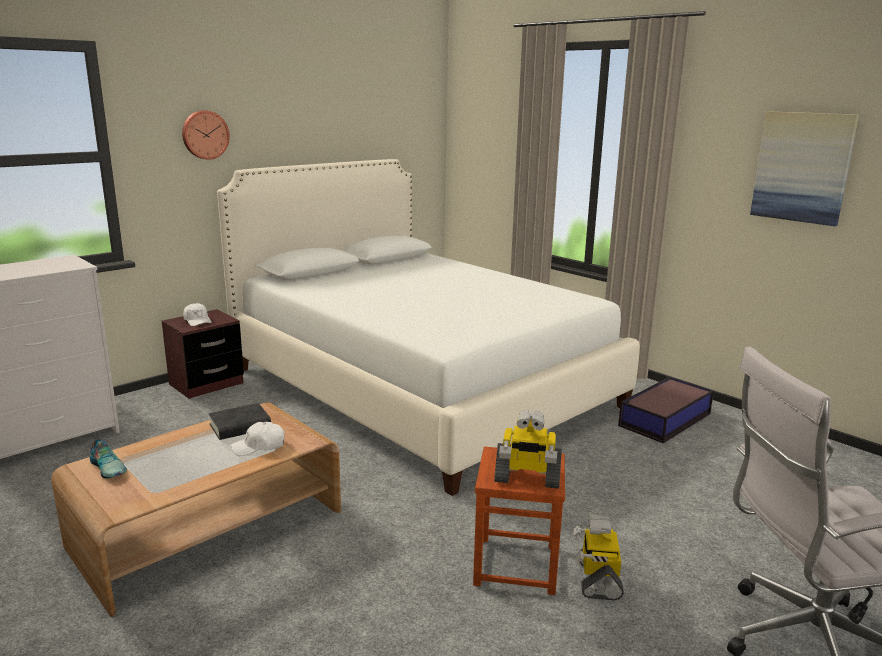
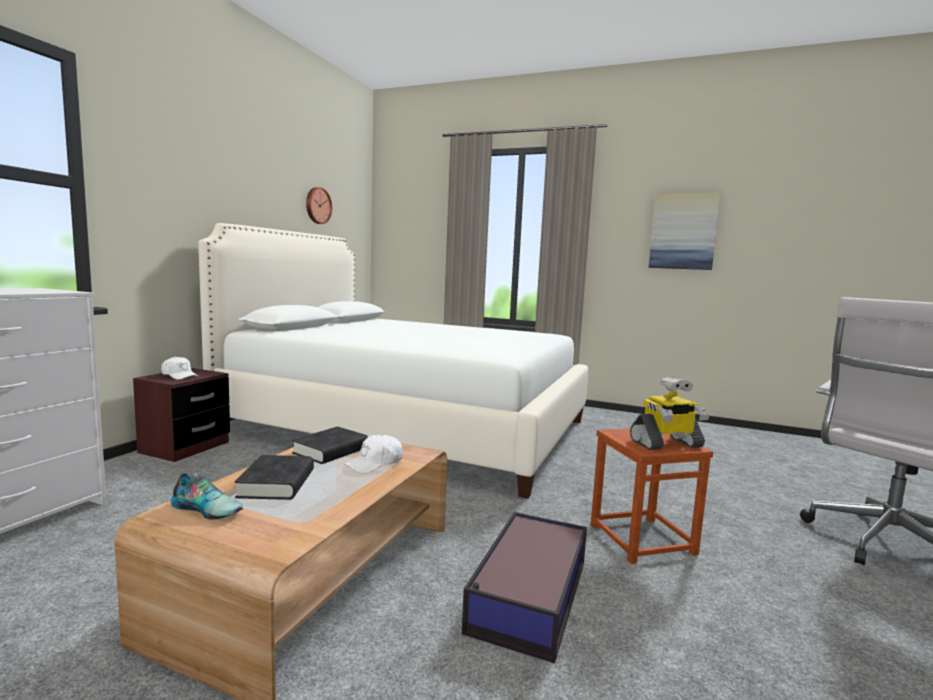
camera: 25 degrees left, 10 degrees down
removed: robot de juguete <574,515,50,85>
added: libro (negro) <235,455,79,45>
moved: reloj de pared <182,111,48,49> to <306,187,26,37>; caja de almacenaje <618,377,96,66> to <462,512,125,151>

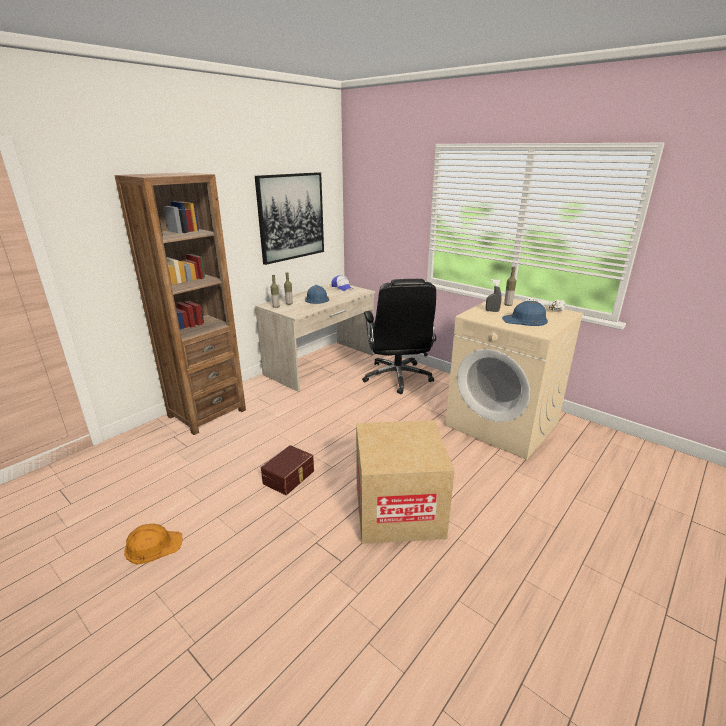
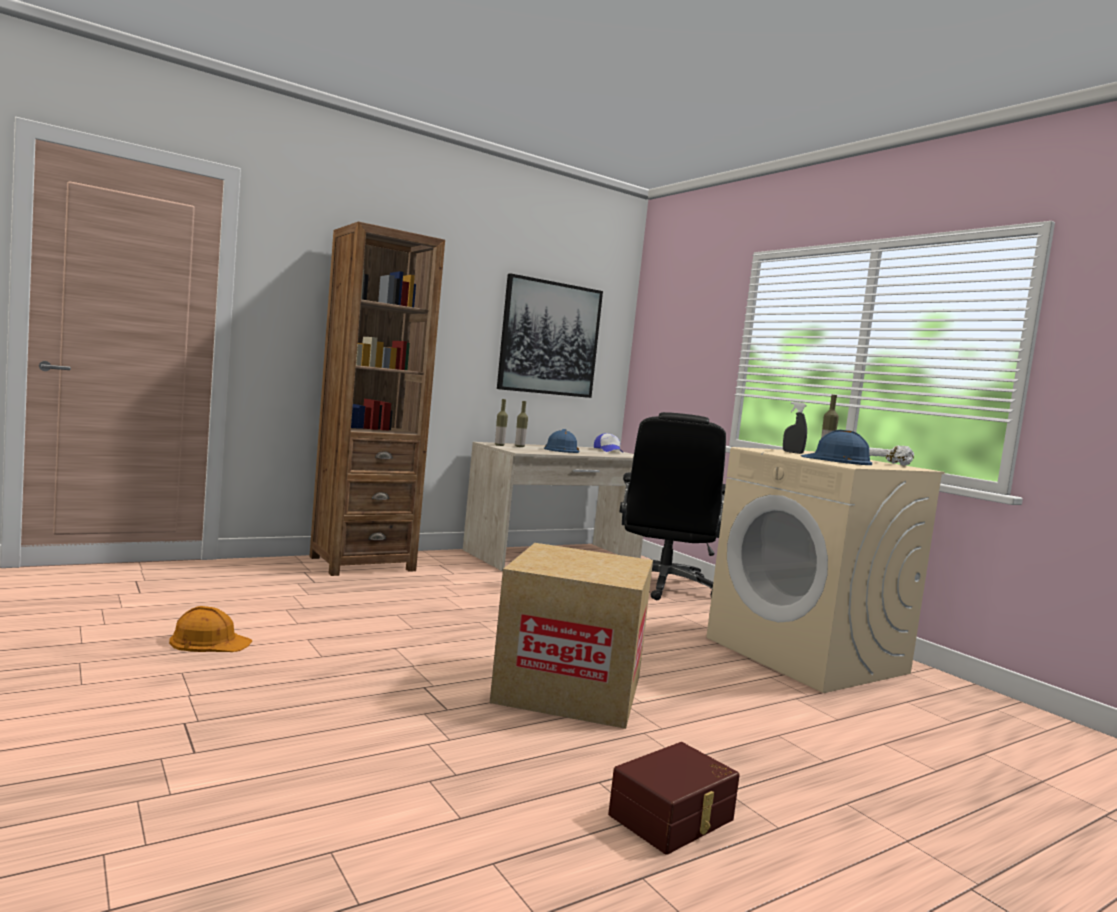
camera: 15 degrees right, 20 degrees down
moved: caja de almacenaje (marrón) <261,445,53,50> to <608,742,132,112>

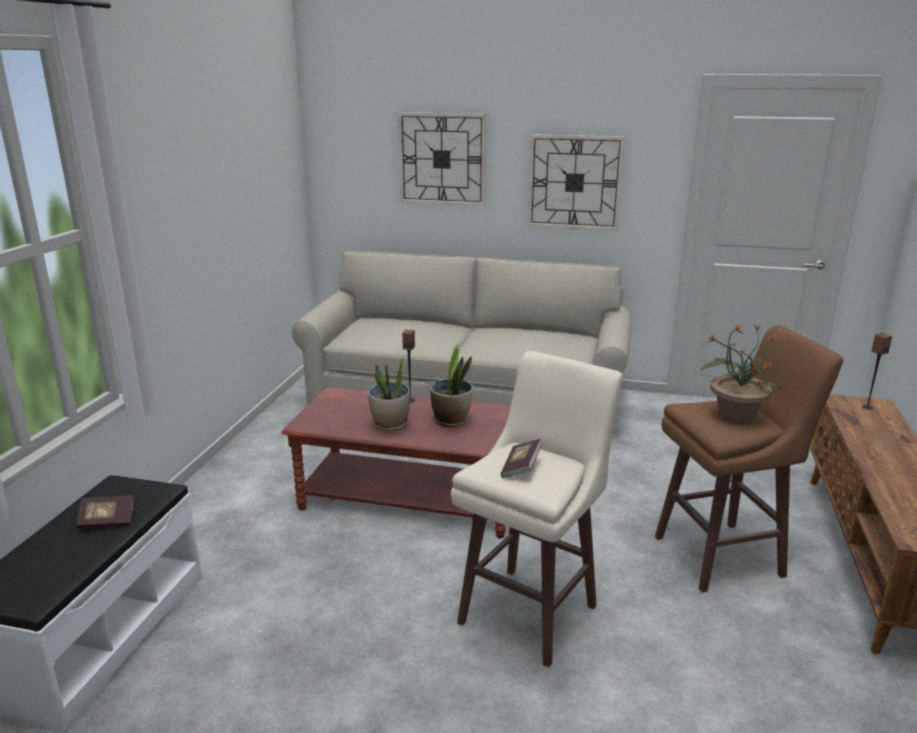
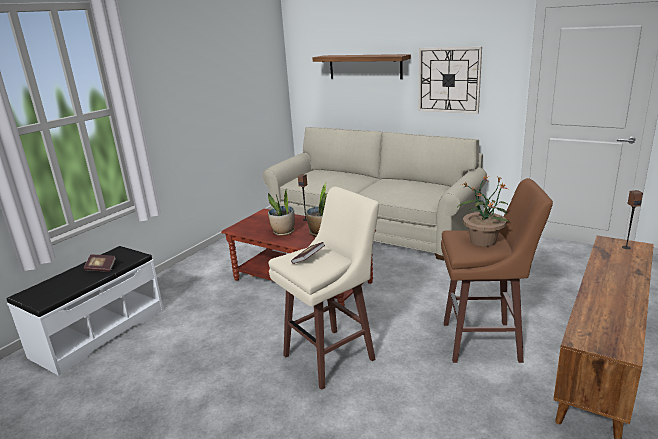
camera: 20 degrees right, 0 degrees up
replaced: reloj de pared <398,112,88,94> to estante <312,54,99,25>

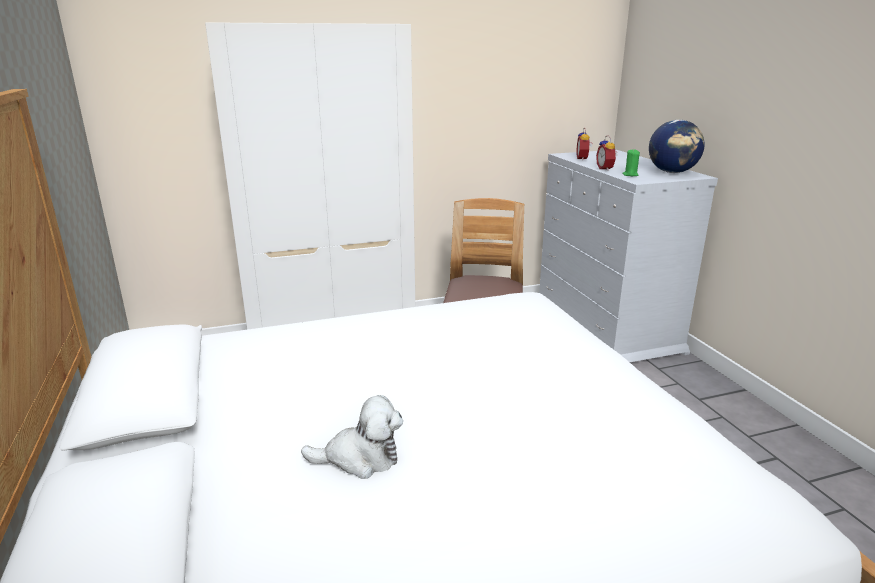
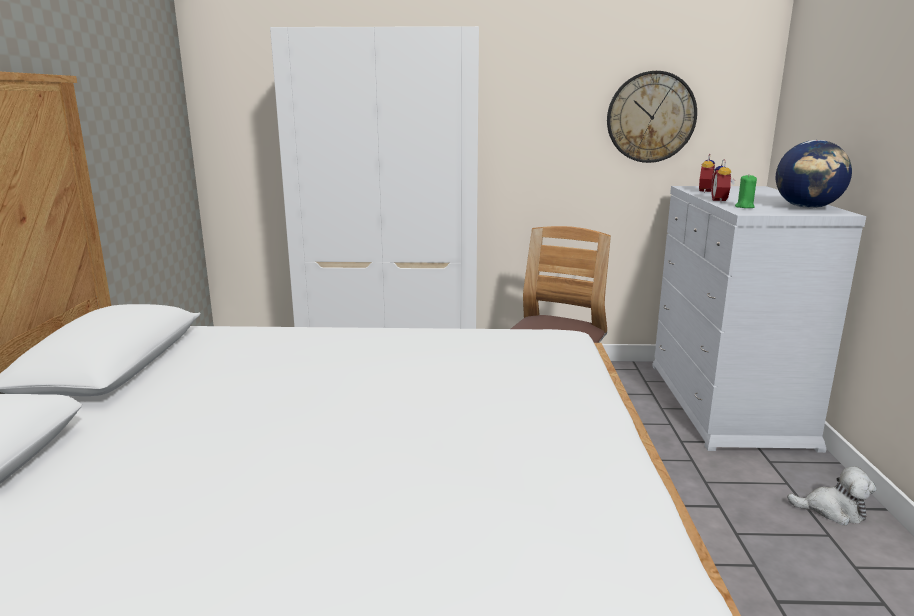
camera: 20 degrees right, 5 degrees down
added: reloj de pared <607,71,90,92>
moved: peluche <301,395,102,84> to <787,466,89,60>

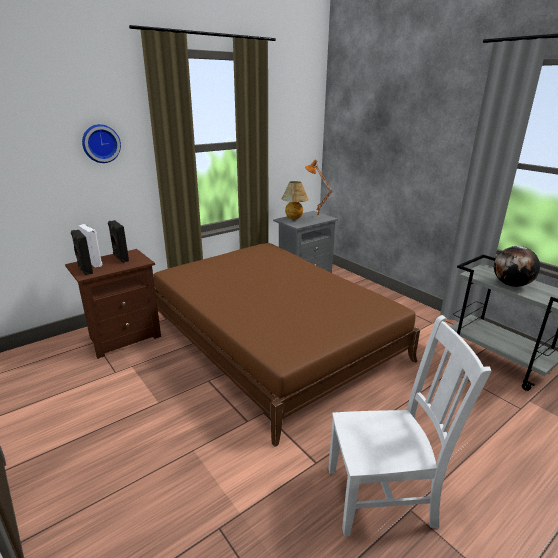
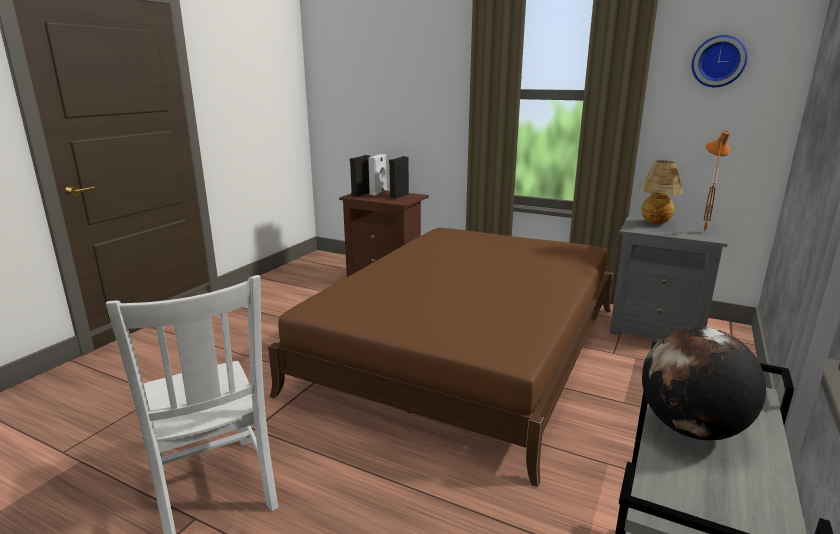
camera: 65 degrees right, 5 degrees down
moved: reloj de pared <82,124,39,39> to <692,35,56,52>

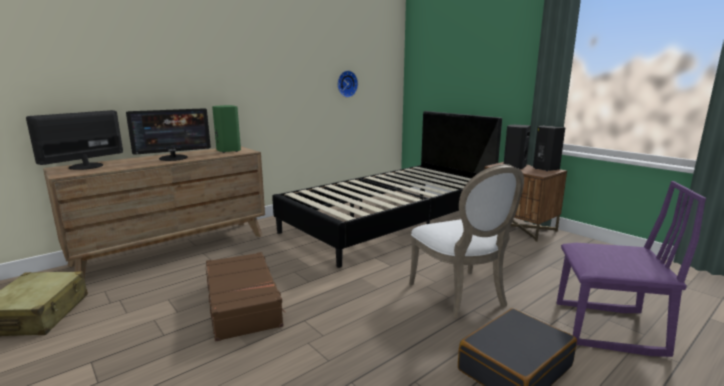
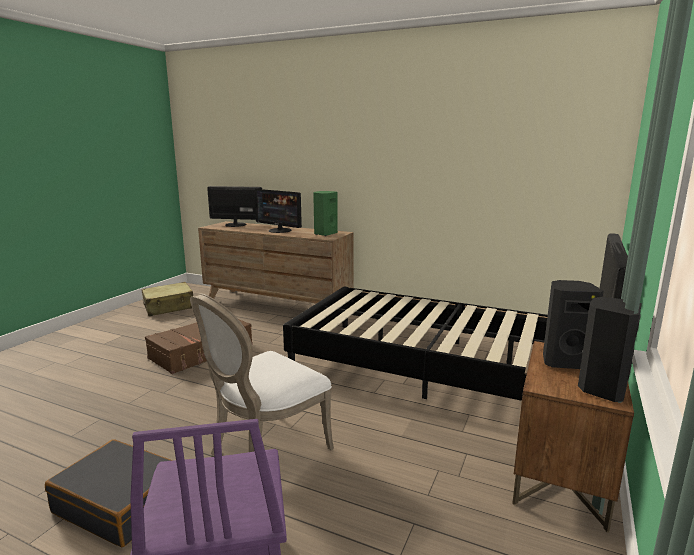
camera: 65 degrees right, 0 degrees up
removed: reloj de pared <337,70,21,28>

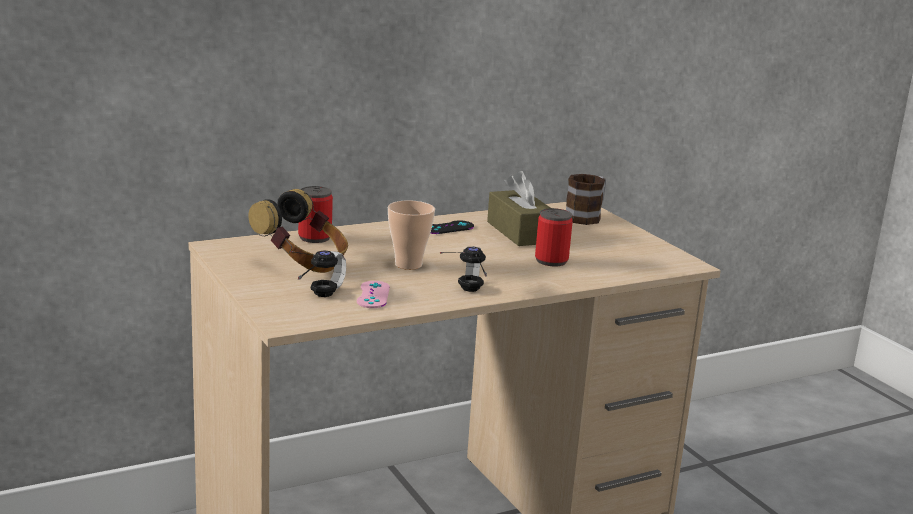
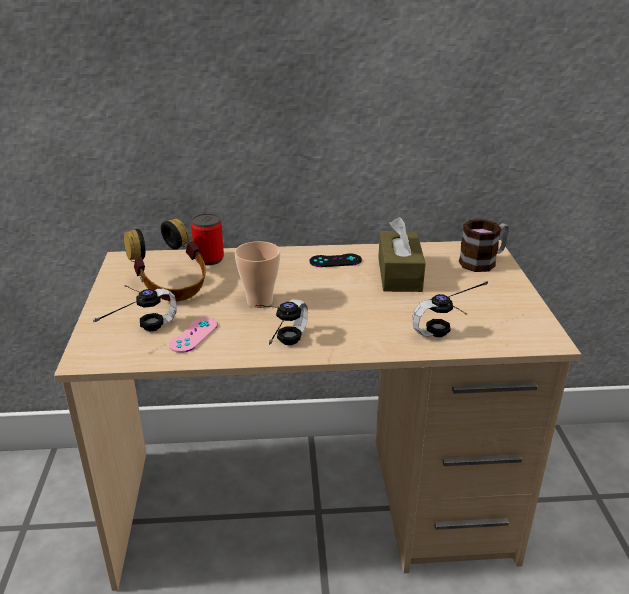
camera: 25 degrees right, 10 degrees up
removed: lata <535,208,38,58>
added: auriculares <412,281,76,56>

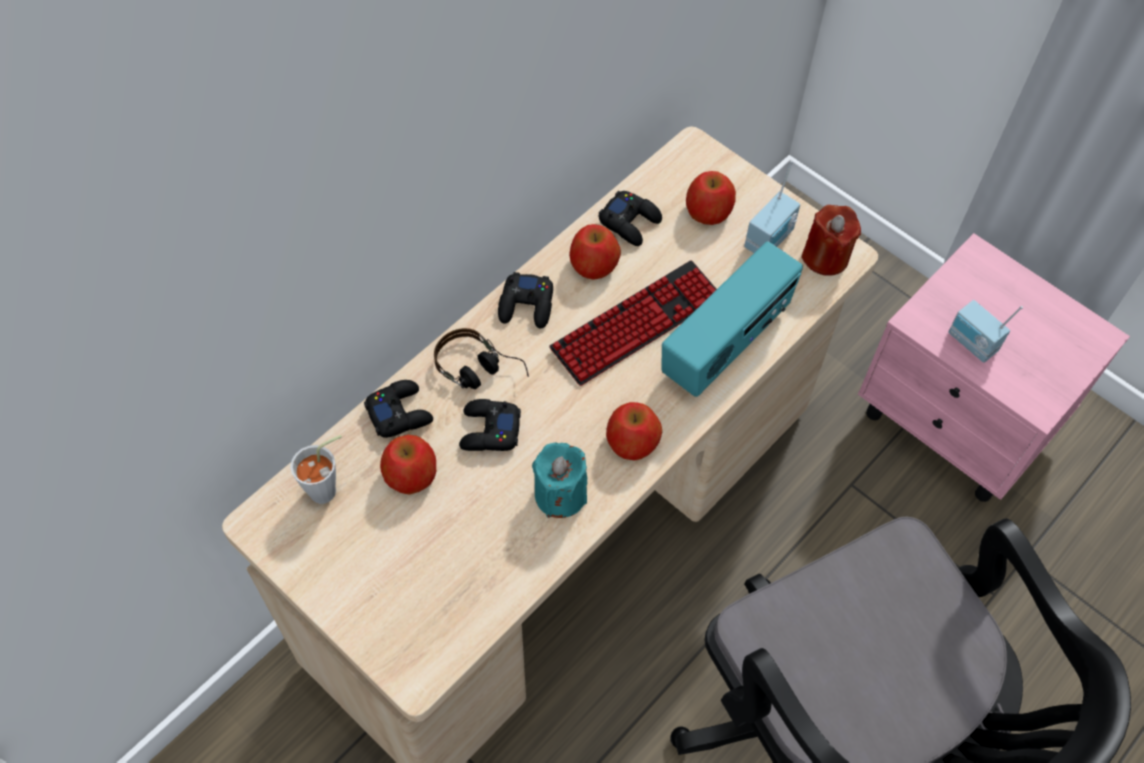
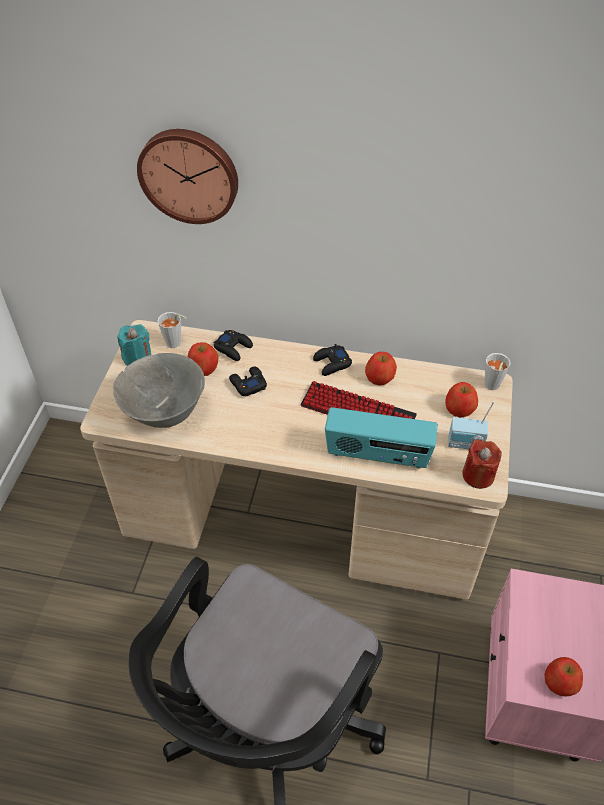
camera: 60 degrees right, 10 degrees down
removed: auriculares <434,328,95,61>; mando de consola (negro) <598,191,64,55>; radio <948,300,75,63>
added: cuenco (gris) <113,353,92,75>; reloj de pared <137,129,101,95>; taza (gris) <484,353,27,37>
moved: vela (turquesa) <532,443,55,75> to <117,324,34,42>; manzana <606,402,56,59> to <545,657,38,40>

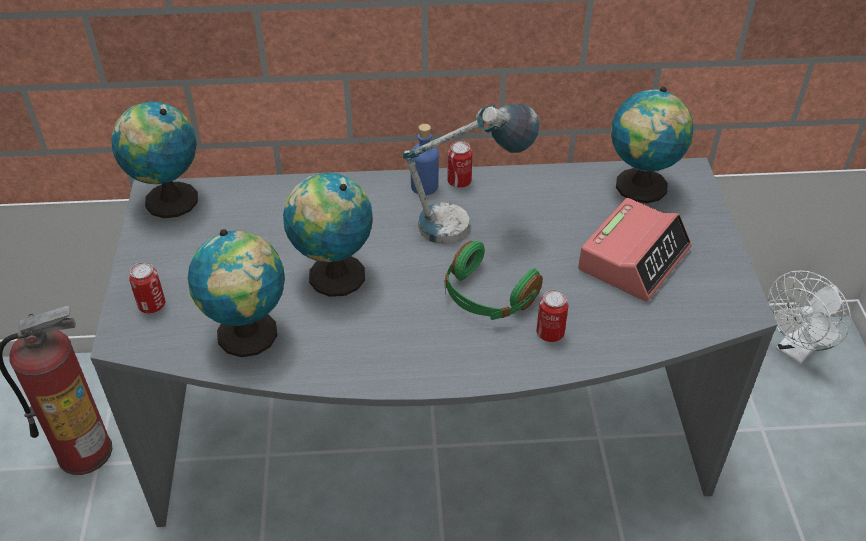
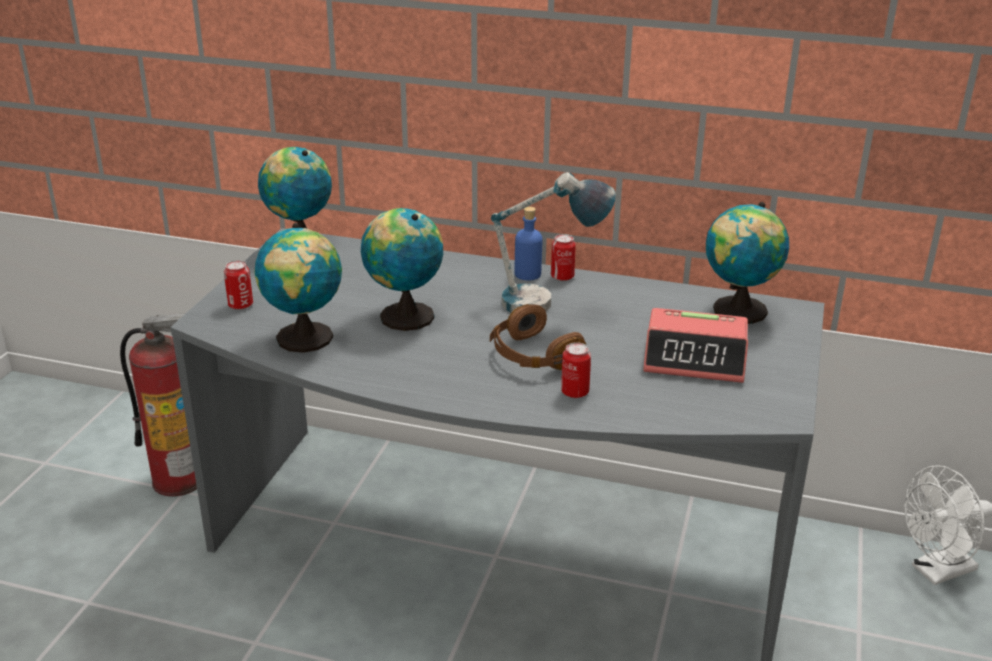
camera: 20 degrees right, 15 degrees down
recoloured: auriculares (verde) <445,241,98,79> to auriculares (marrón) <490,304,96,66>
turned: despertador <578,198,114,103> = <643,308,105,75> 45 degrees clockwise

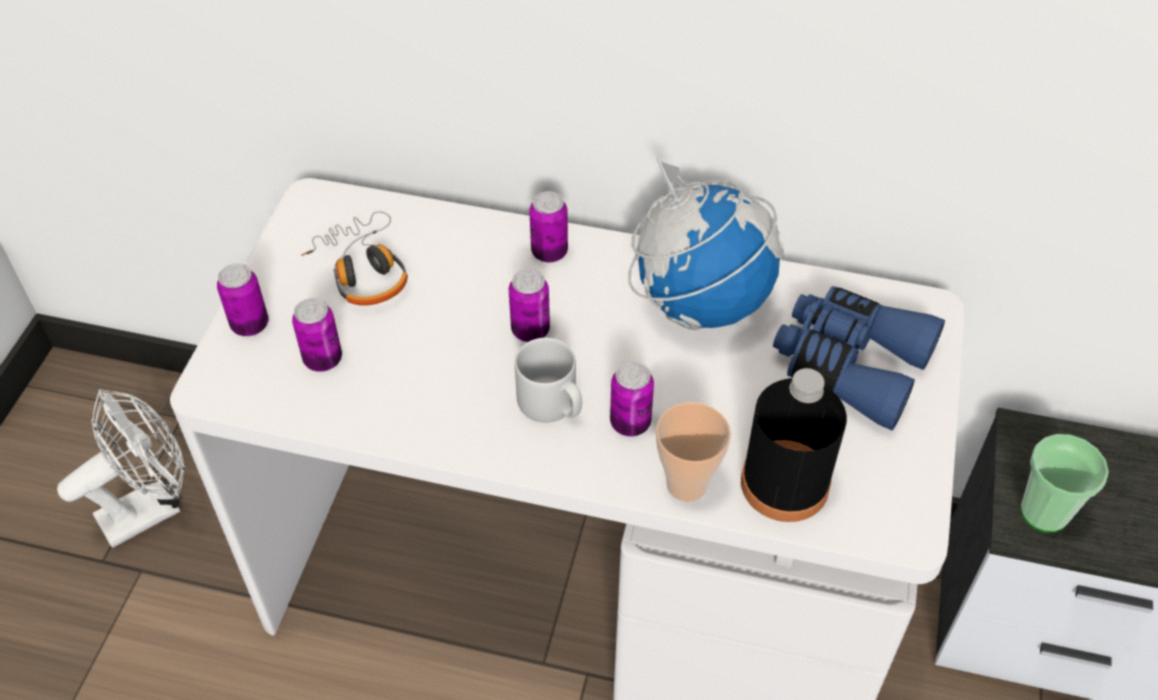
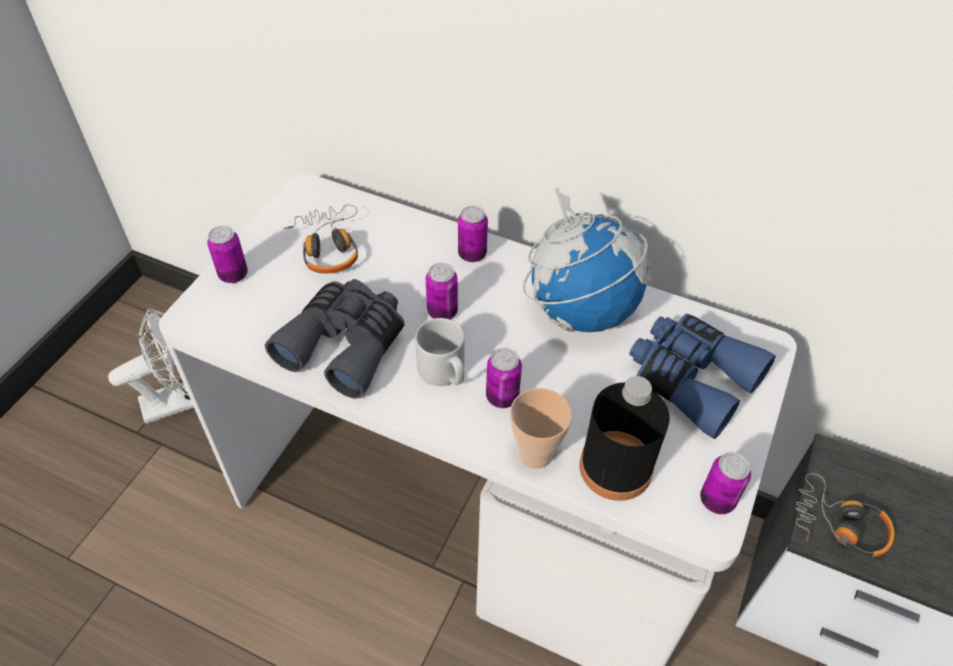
camera: 10 degrees right, 0 degrees up
added: prismáticos (gris) <265,279,140,120>
moved: lata <292,298,50,74> to <700,452,51,62>
replaced: taza <1020,434,89,99> to auriculares <796,473,98,84>

